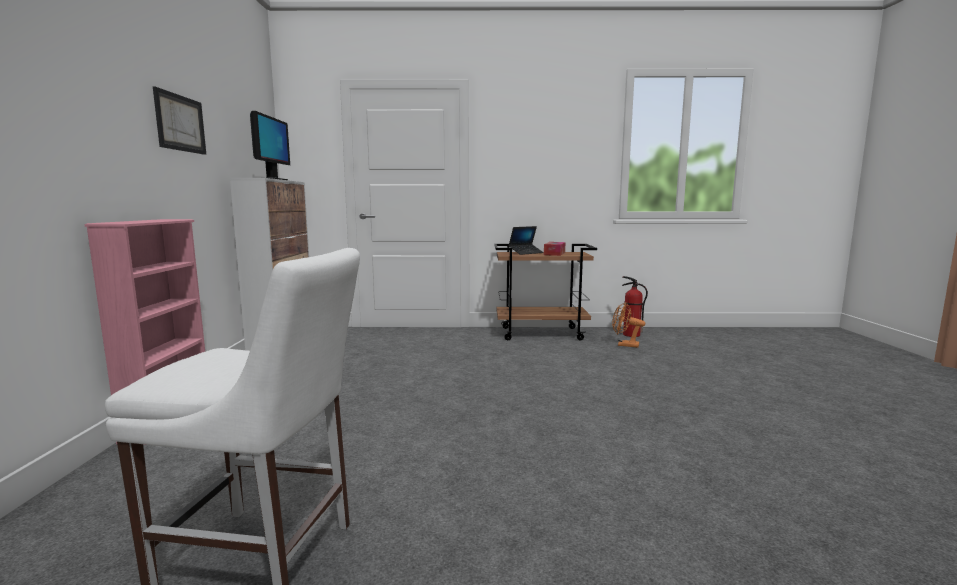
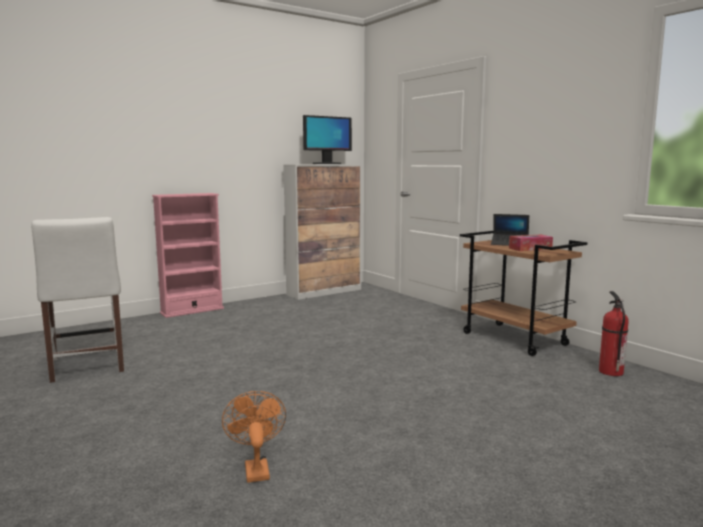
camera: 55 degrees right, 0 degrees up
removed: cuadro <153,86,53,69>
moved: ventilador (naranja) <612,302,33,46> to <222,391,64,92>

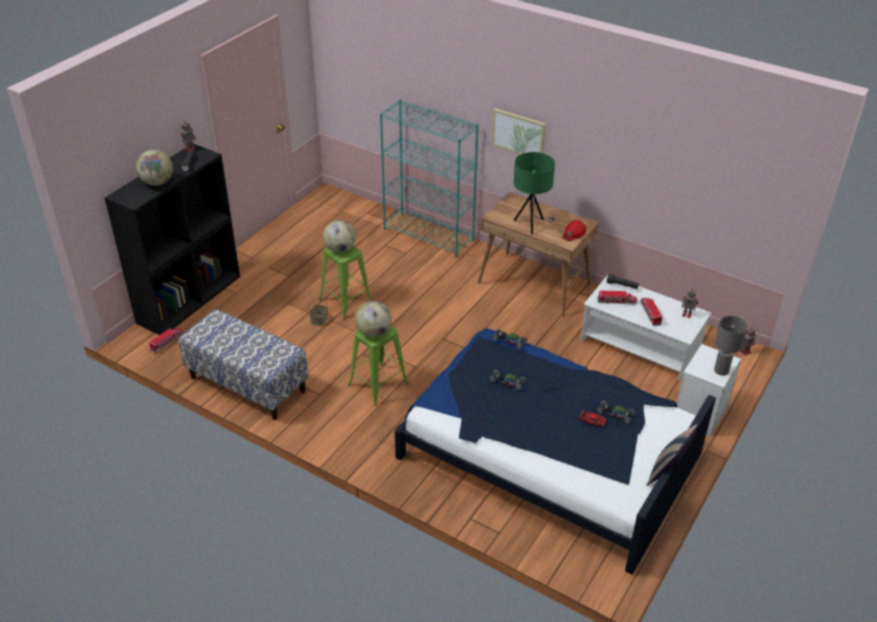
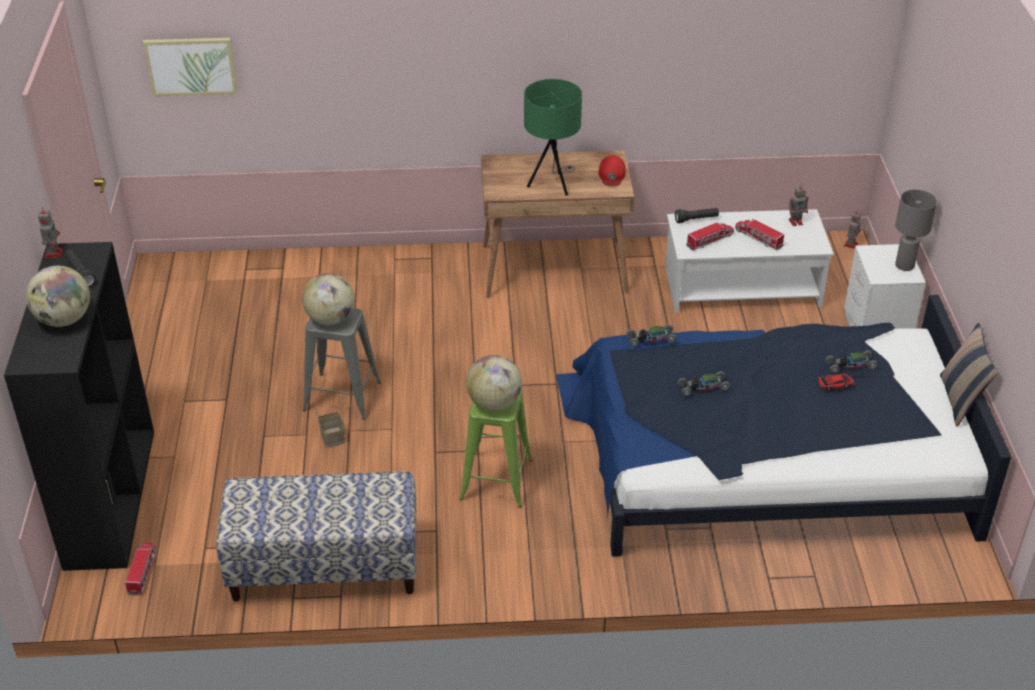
camera: 35 degrees left, 0 degrees up
removed: estantería (turquesa) <380,99,99,158>
moved: cuadro <492,108,54,46> to <143,38,95,58>
recoloured: taburete (verde) <319,245,53,74> to taburete (gris) <302,308,79,112>

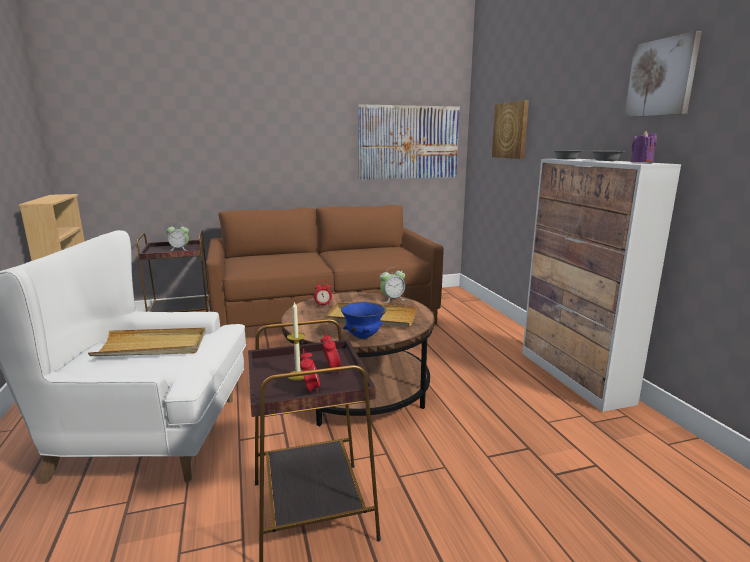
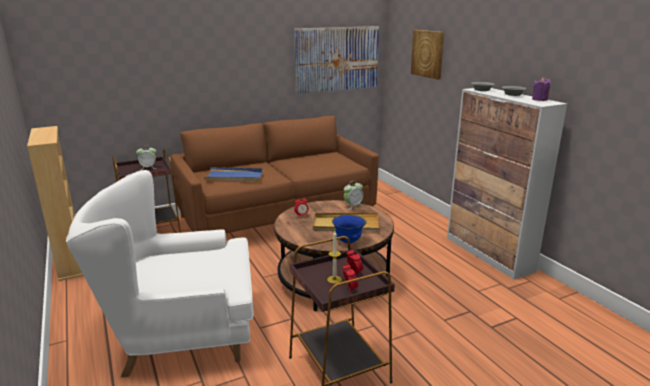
camera: 10 degrees left, 5 degrees up
removed: bandeja (beis) <88,328,118,28>; cuadro <624,31,78,86>
added: bandeja (azul) <204,167,59,14>

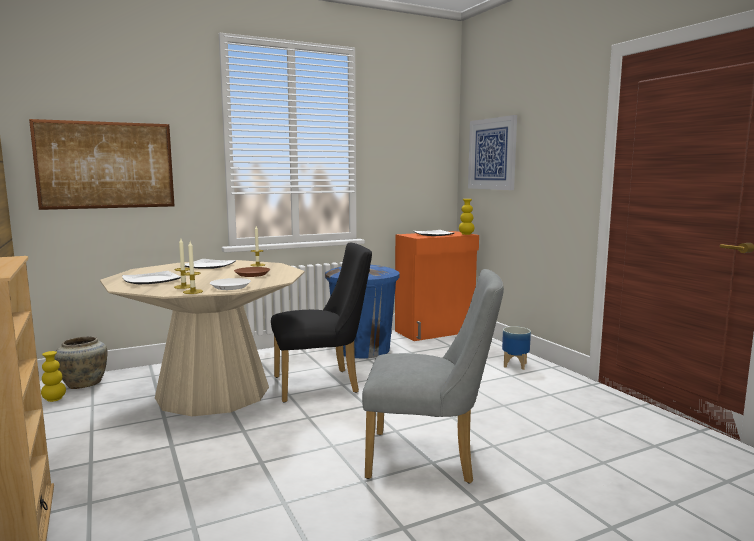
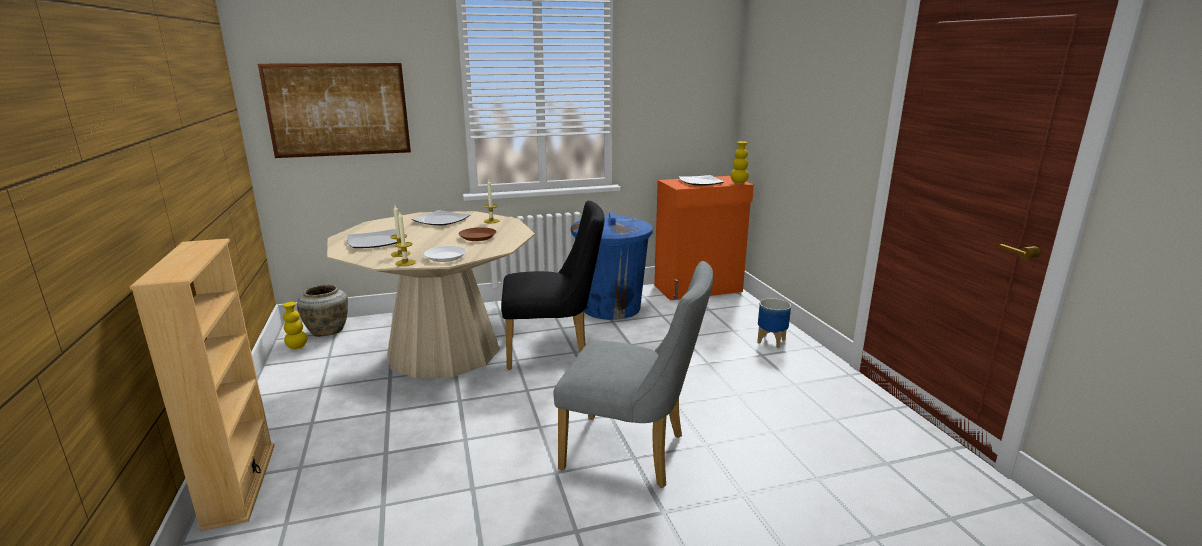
camera: 10 degrees right, 10 degrees up
removed: cuadro <468,115,49,75>

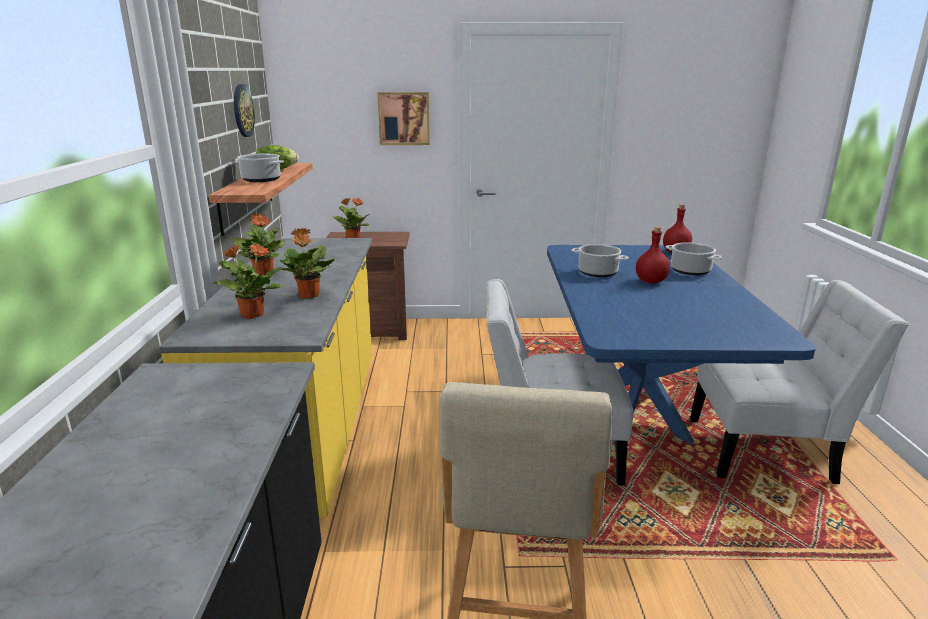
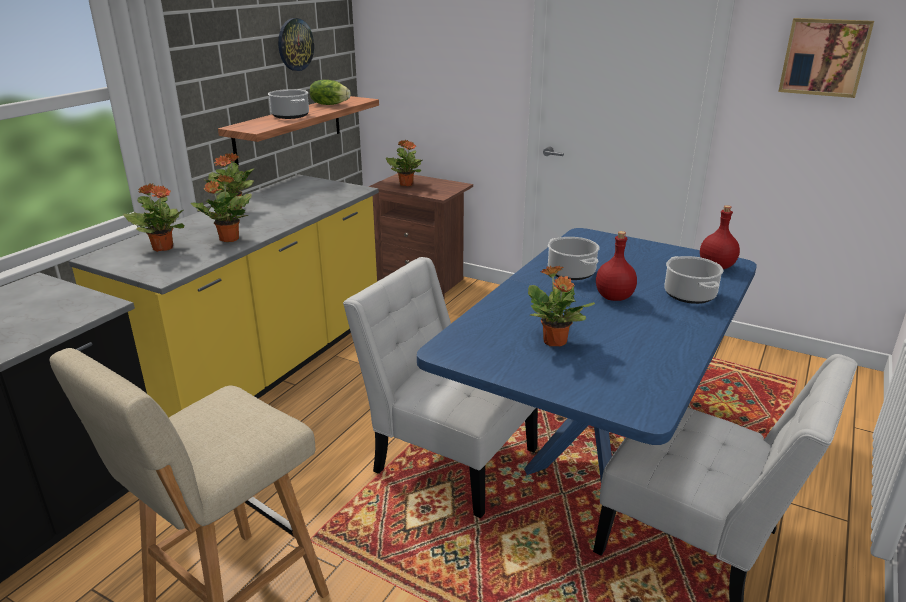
camera: 30 degrees right, 5 degrees up
added: planta en maceta <528,266,67,80>
moved: cuadro <377,92,53,53> to <778,18,96,80>

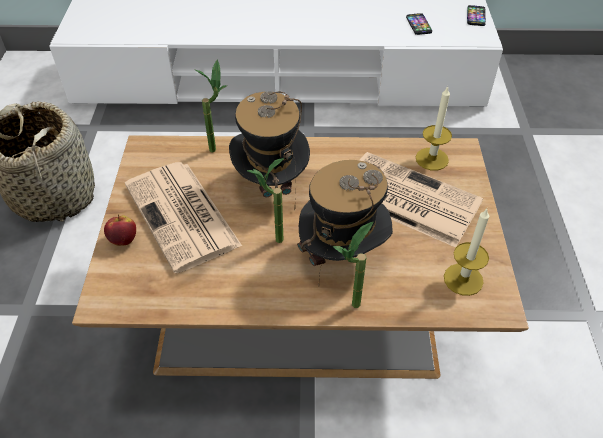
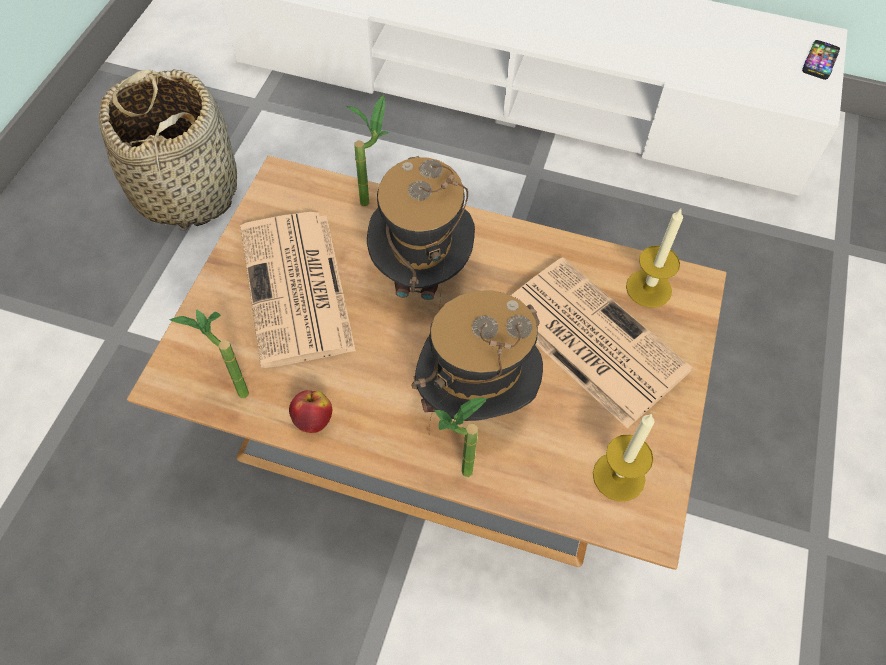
camera: 15 degrees right, 10 degrees up
removed: móvil <406,13,26,22>
moved: manzana <104,214,32,32> to <289,390,43,43>; planta en maceta <247,158,37,85> to <170,309,79,89>

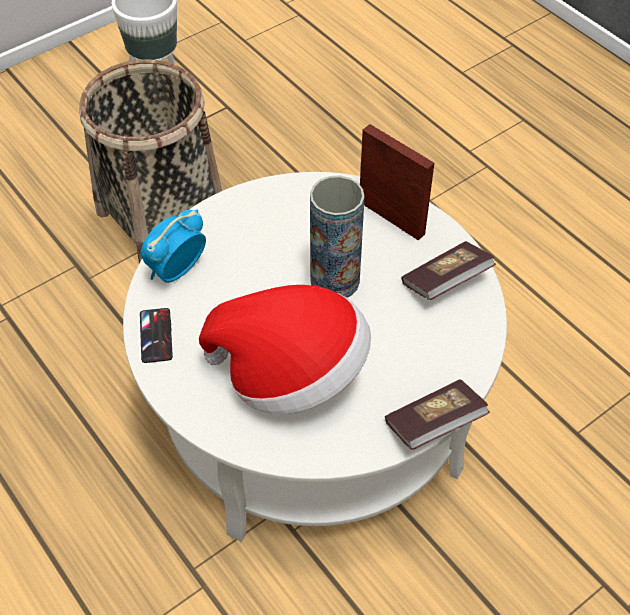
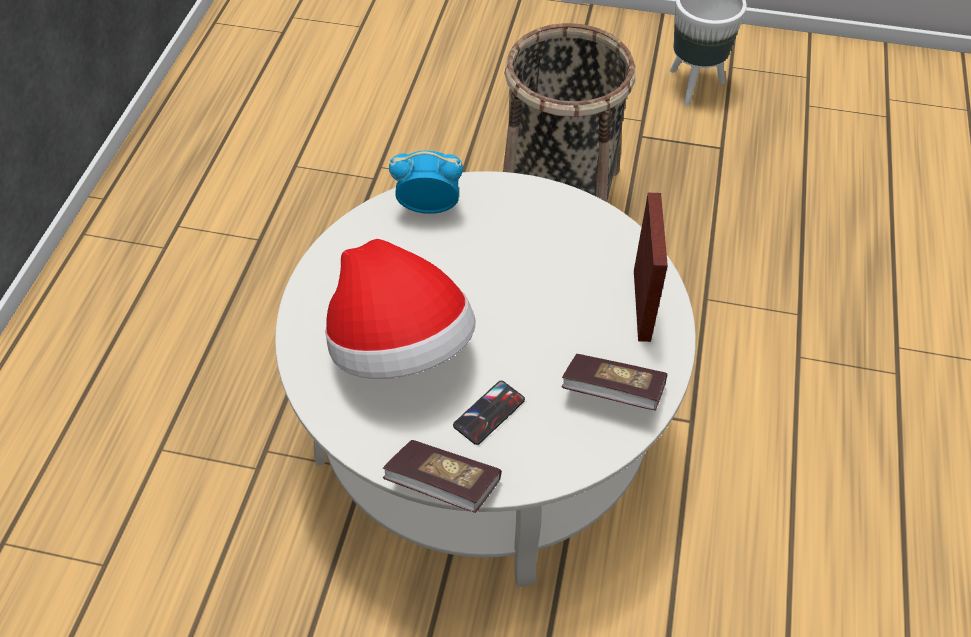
camera: 50 degrees right, 0 degrees up
removed: florero <310,175,55,123>
moved: móvil <140,308,33,55> to <453,381,72,64>

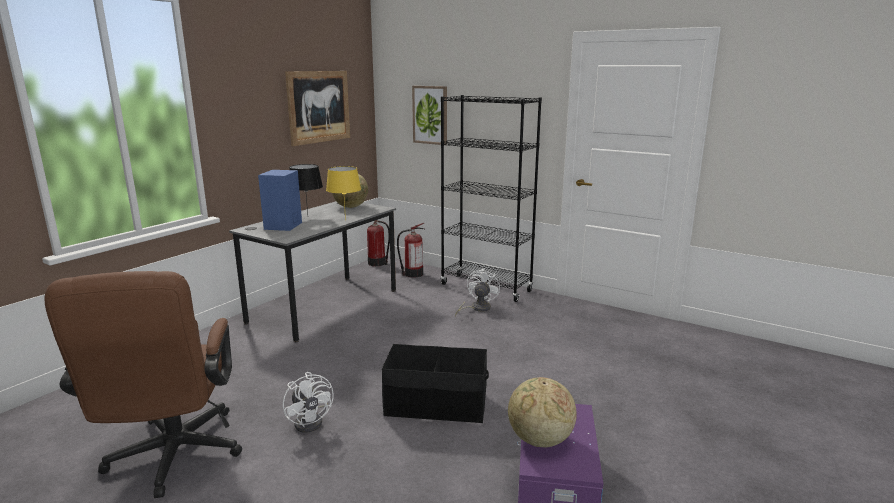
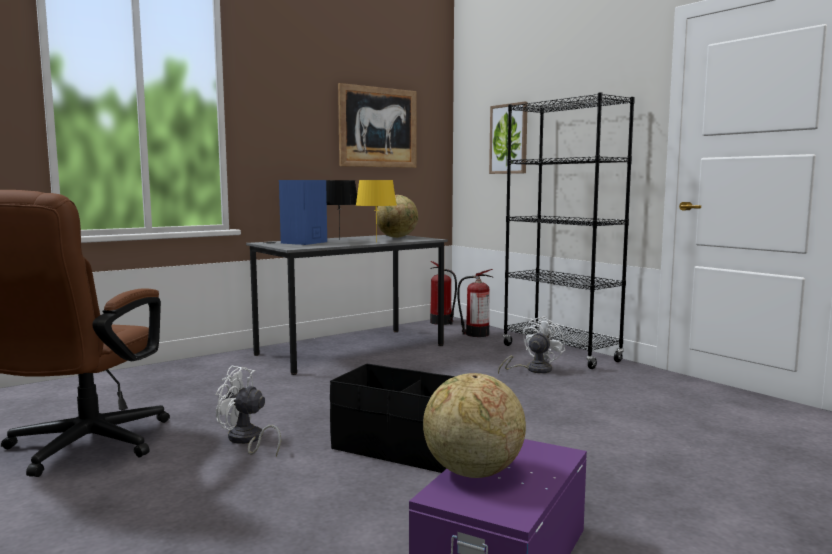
camera: 20 degrees right, 10 degrees down
turned: ventilador (blanco) <283,372,51,61> = <215,365,66,91> 120 degrees clockwise

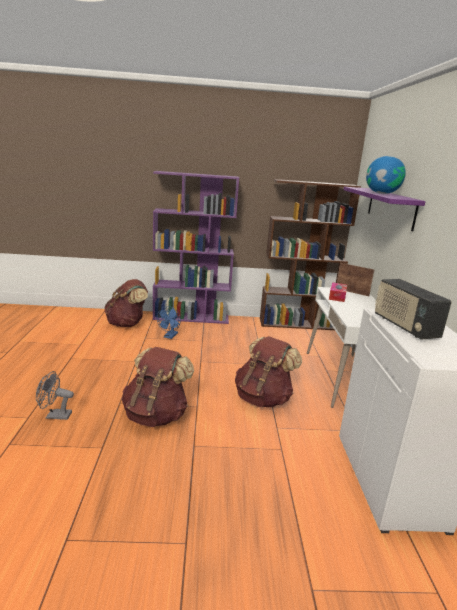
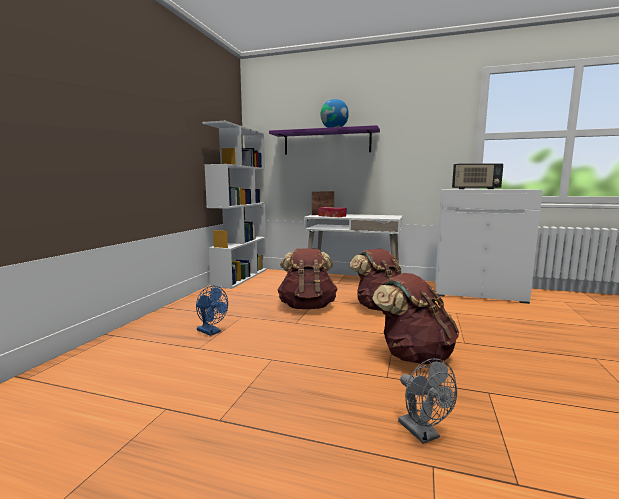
camera: 70 degrees left, 10 degrees down
removed: estantería (morado) <153,171,86,153>
moved: mochila (marrón) <105,279,43,48> to <277,248,60,61>
recoloured: estantería (marrón) <260,179,101,151> to estantería (blanco) <202,121,65,168>
turned: ventilador (gris) <36,371,38,49> = <398,358,59,86> 45 degrees counterclockwise

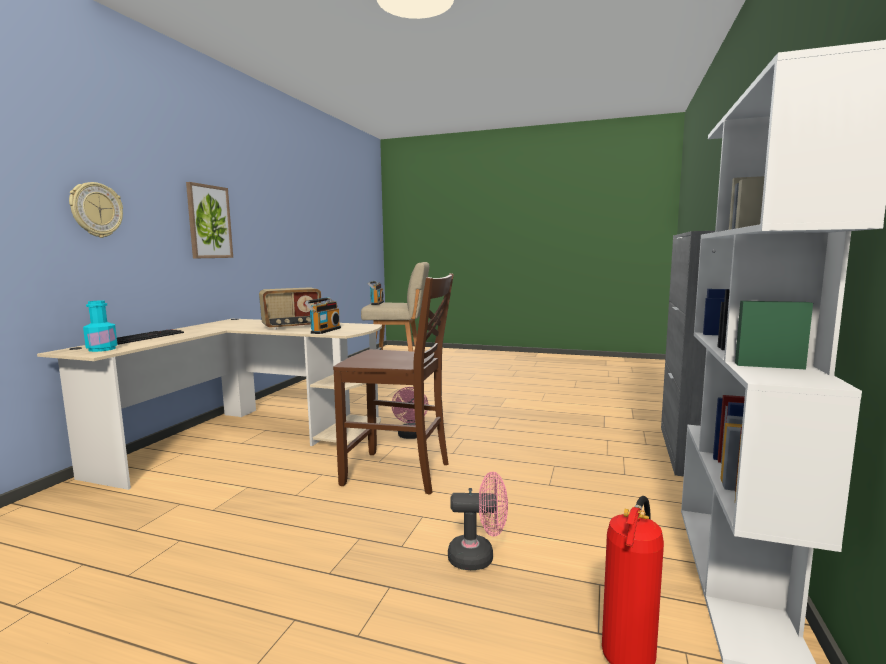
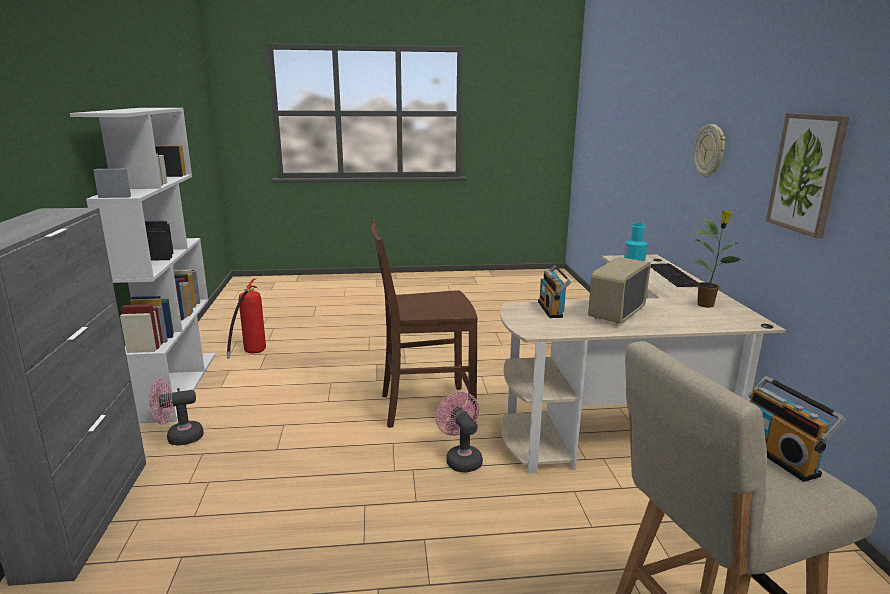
camera: 155 degrees right, 10 degrees up
added: planta en maceta <693,210,52,98>
moved: ventilador (rosa) <448,472,60,98> to <149,379,55,67>

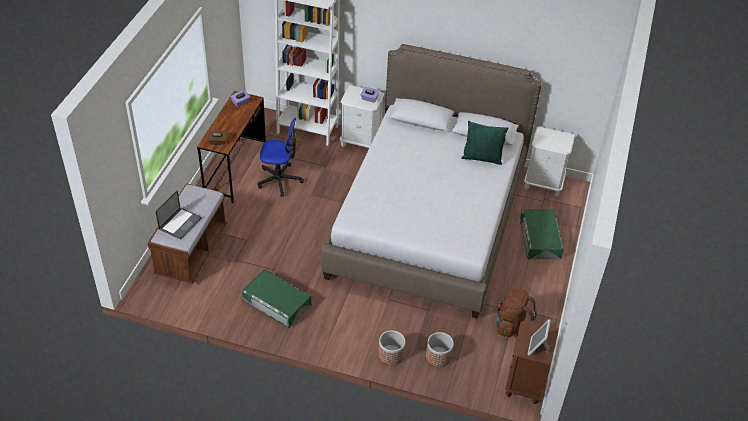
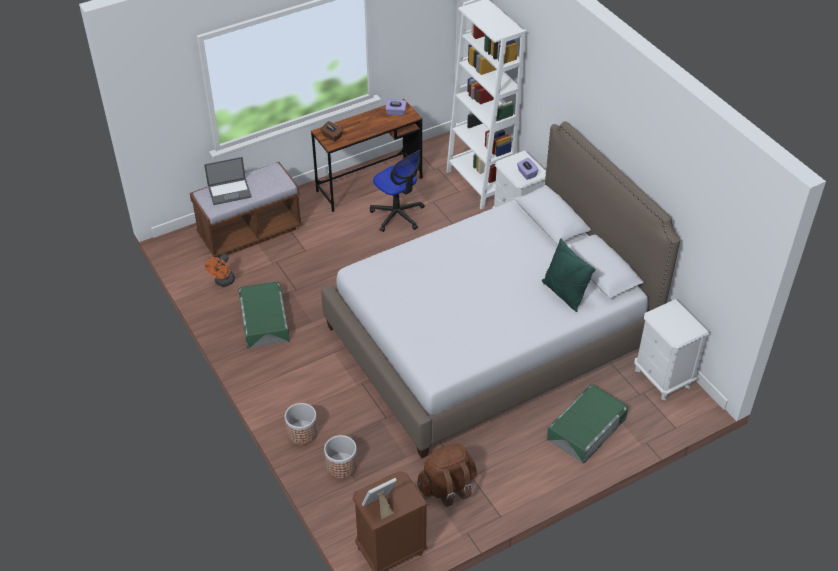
camera: 45 degrees right, 0 degrees up
added: ventilador (naranja) <205,254,30,33>

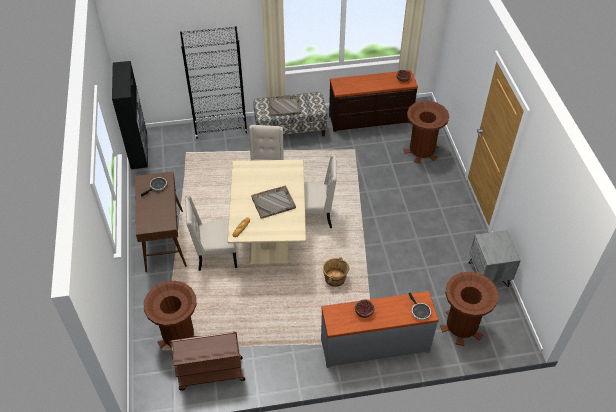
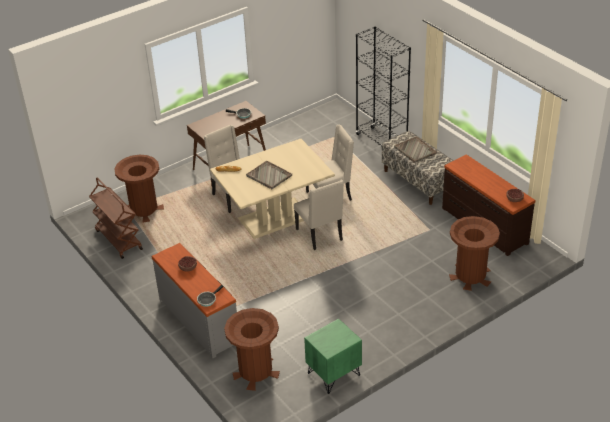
camera: 65 degrees right, 10 degrees down
removed: armario (negro) <112,61,36,108>; cubo (marrón) <323,257,27,30>
recoloured: mesita de noche (gris) <469,230,52,57> to mesita de noche (verde) <304,318,58,76>

